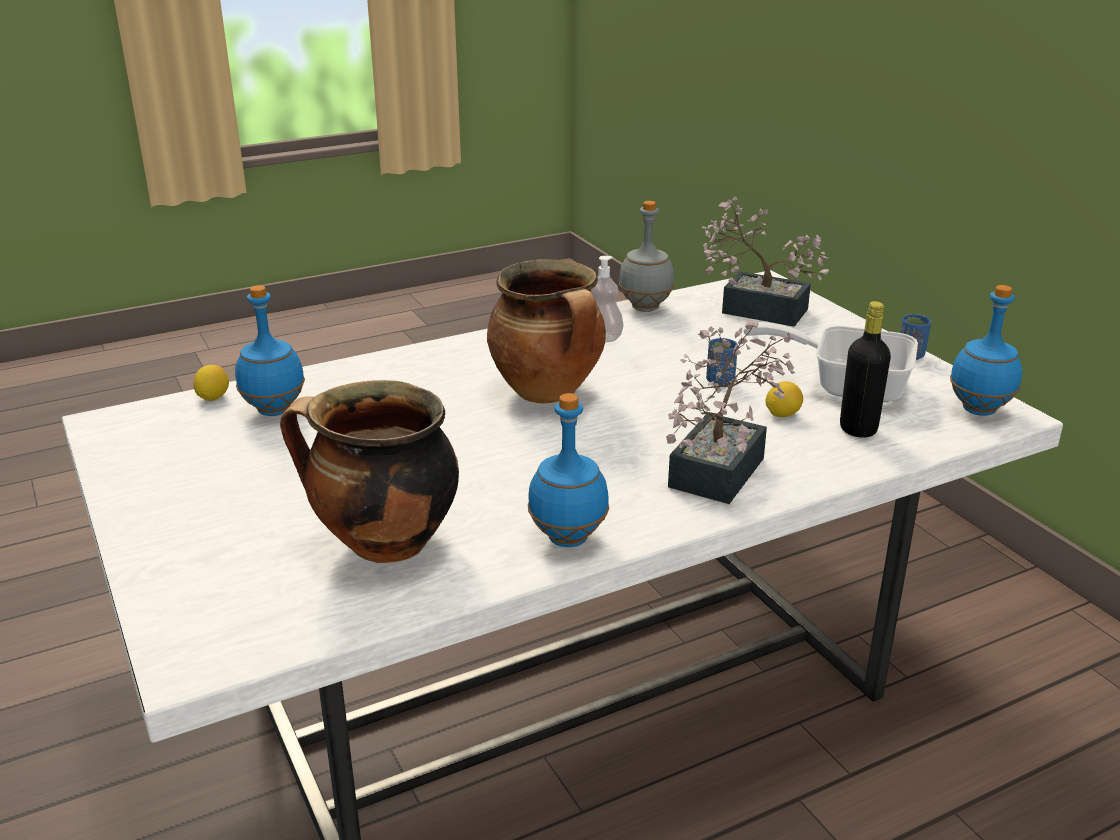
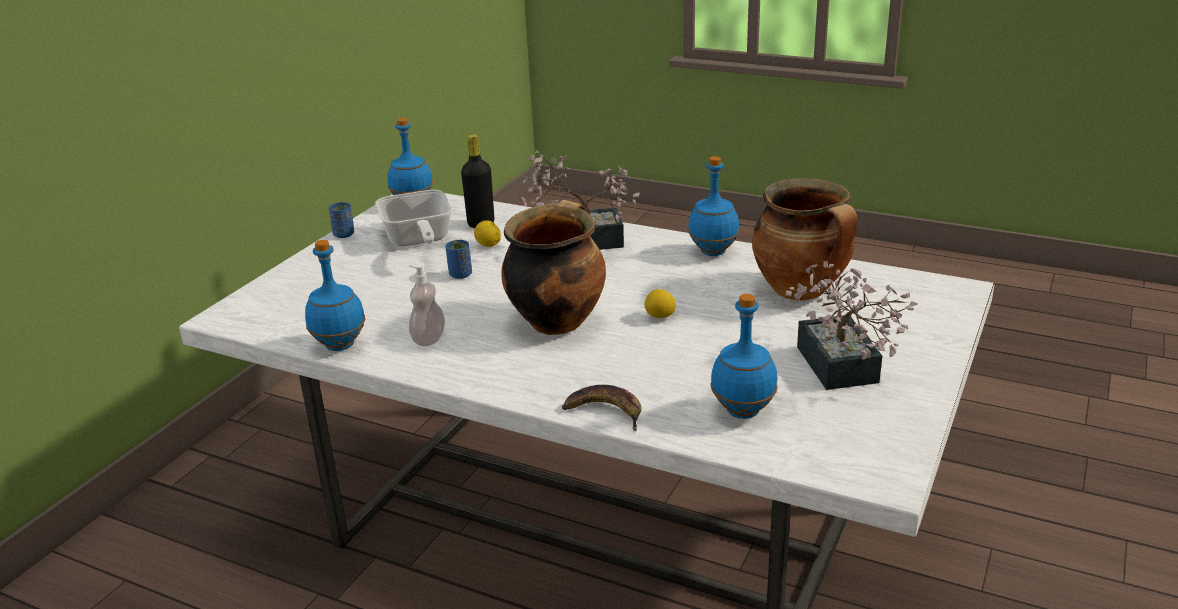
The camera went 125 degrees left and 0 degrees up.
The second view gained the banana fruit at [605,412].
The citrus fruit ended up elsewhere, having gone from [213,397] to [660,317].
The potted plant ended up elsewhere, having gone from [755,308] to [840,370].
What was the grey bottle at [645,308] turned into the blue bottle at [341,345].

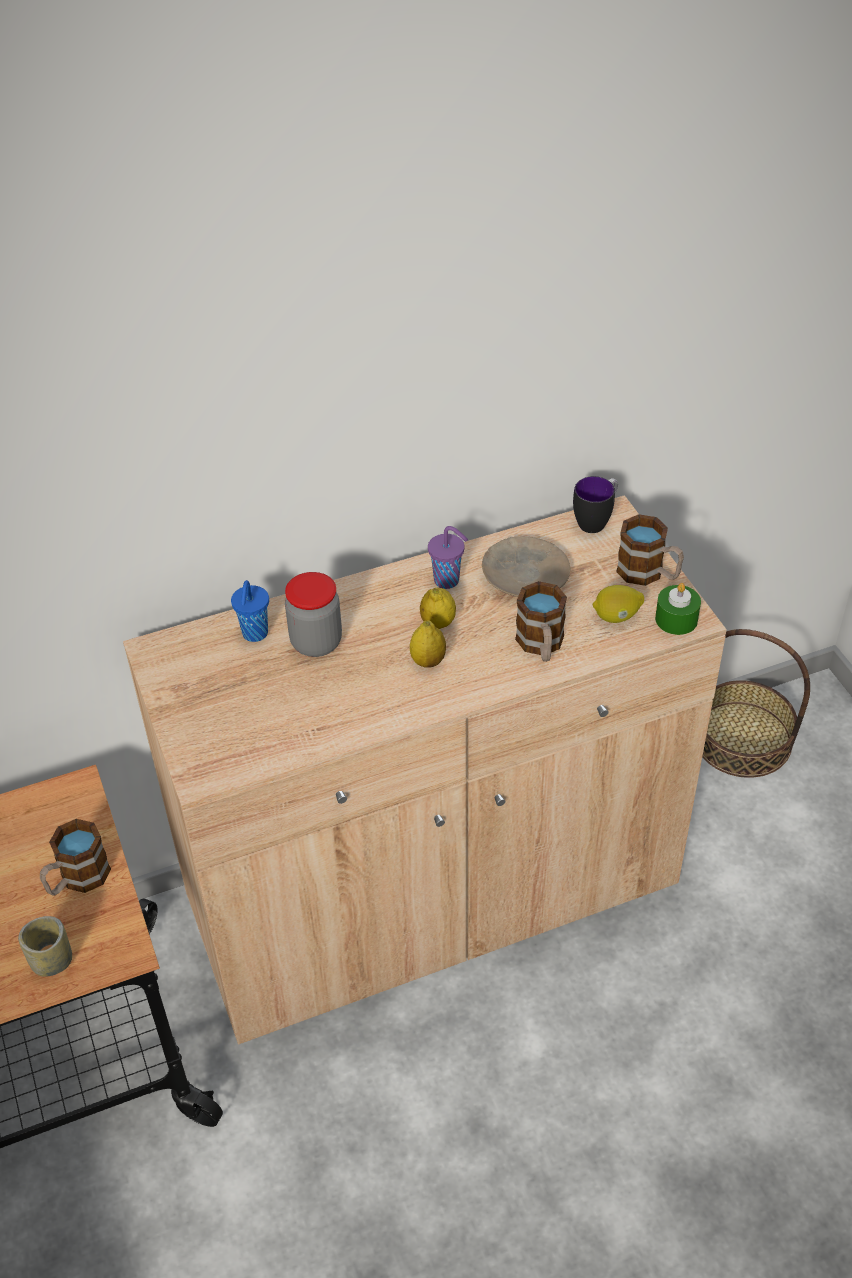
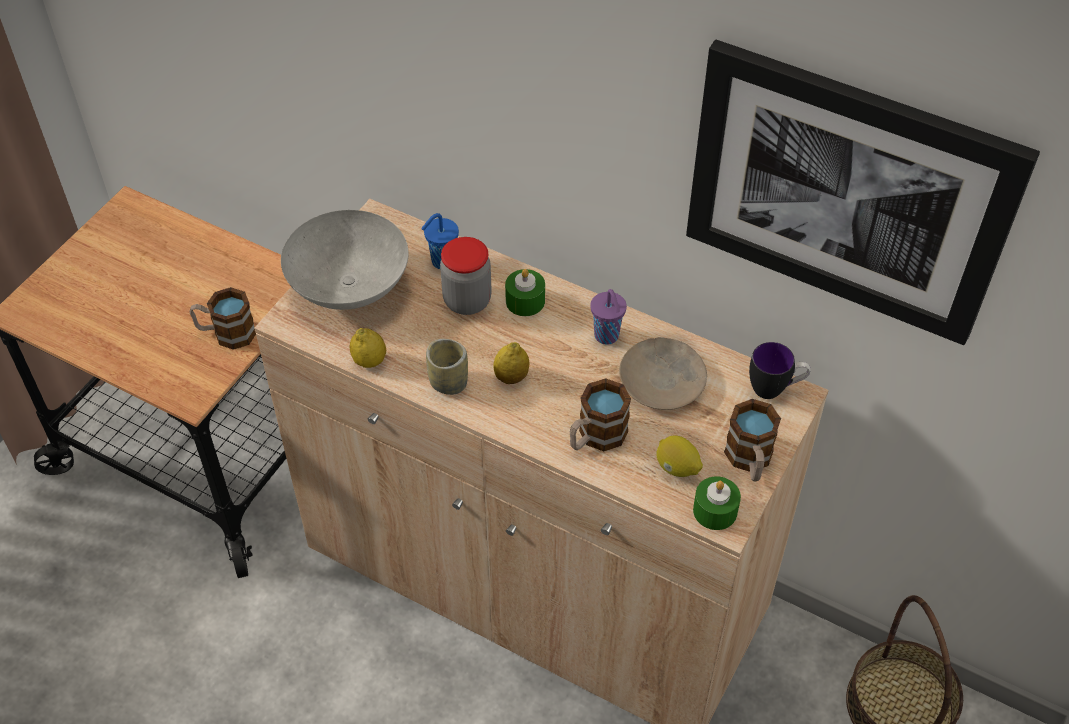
The camera went 50 degrees right and 5 degrees up.
The second view gained the grey serving bowl at [351,286].
The second view gained the greenish candle at [525,301].
The second view gained the wall art at [847,192].
The small cup ended up elsewhere, having gone from [52,961] to [448,382].
The citrus fruit ended up elsewhere, having gone from [438,623] to [369,361].

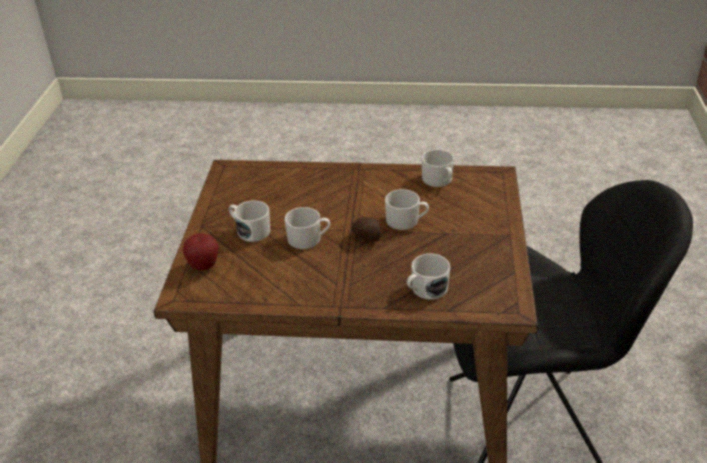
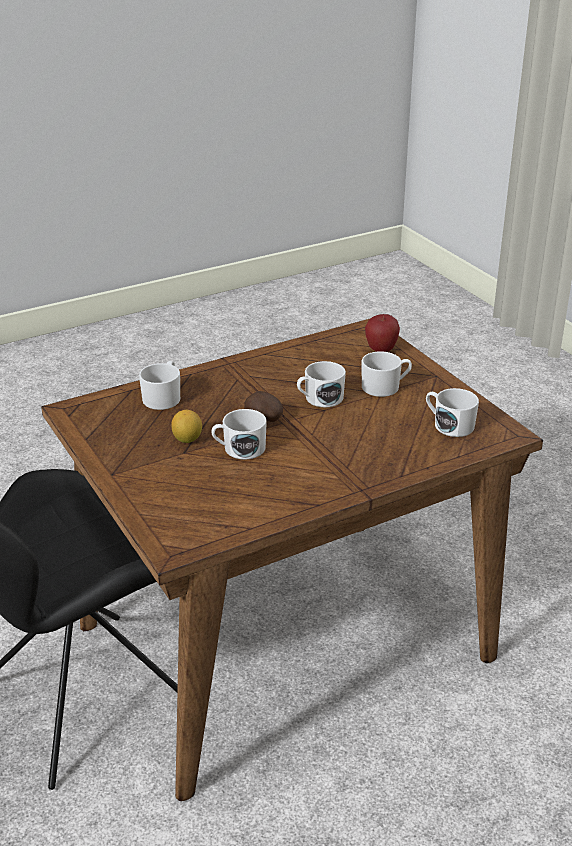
The camera went 145 degrees right and 5 degrees down.
The second view gained the citrus fruit at [187,439].
The whitish tea mug ended up elsewhere, having gone from [439,180] to [449,425].

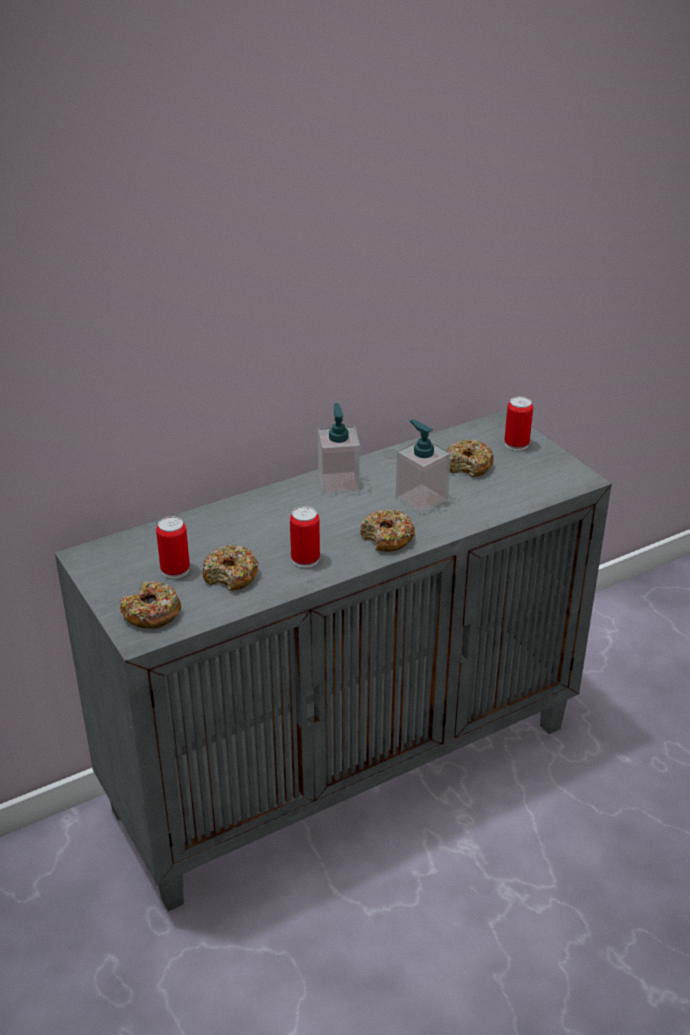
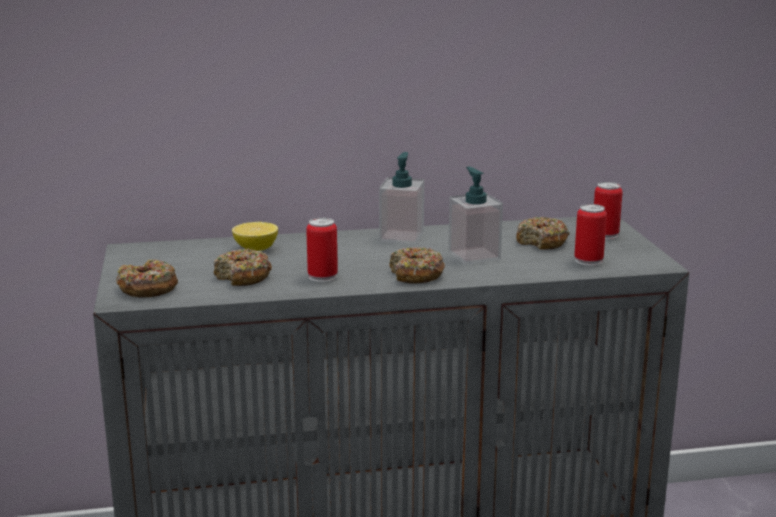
The camera went 20 degrees right and 15 degrees down.
The second view gained the citrus fruit at [256,249].
The metal can ended up elsewhere, having gone from [175,570] to [588,261].

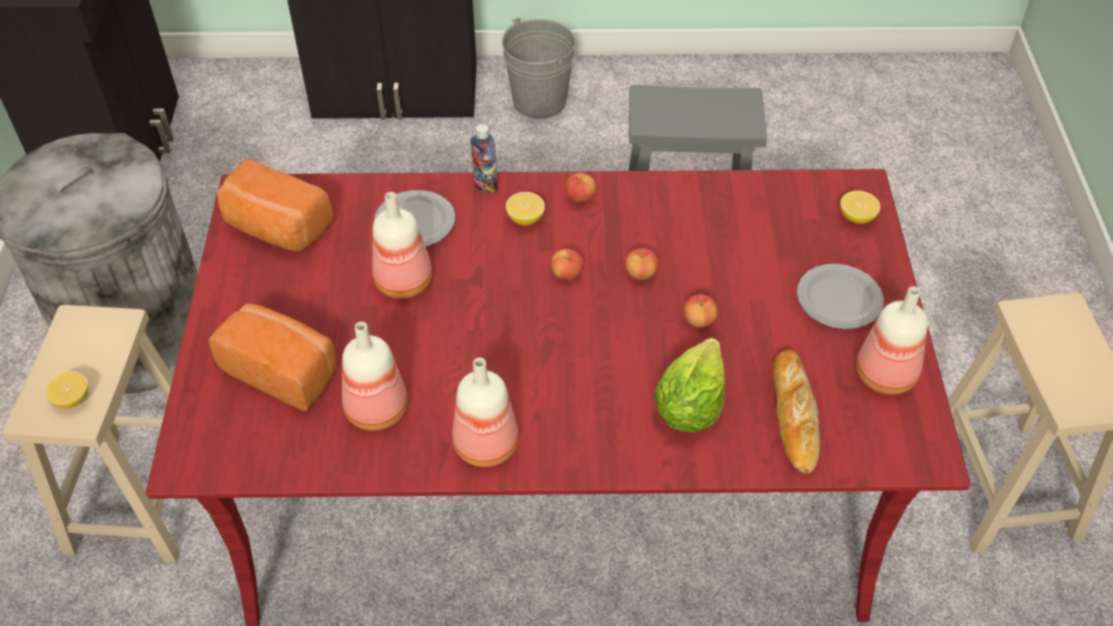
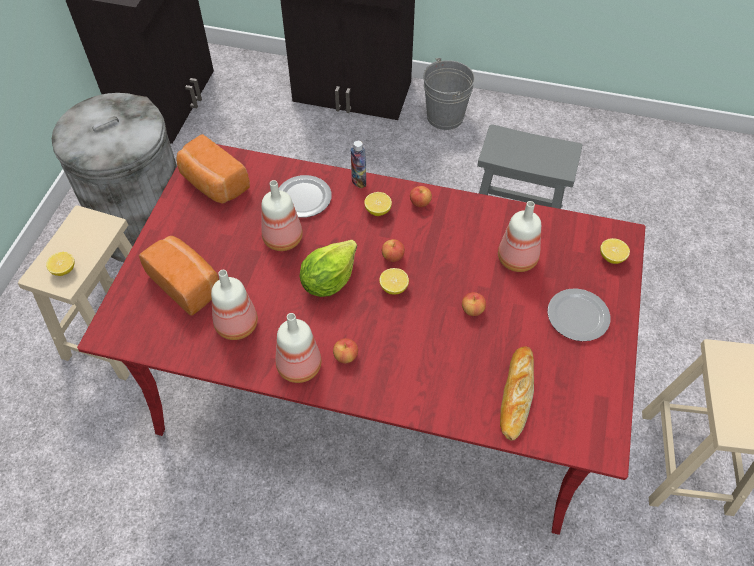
The camera went 15 degrees right and 5 degrees up.
The second view gained the citrus fruit at [393,287].
The apple fruit ended up elsewhere, having gone from [640,273] to [346,356].
The head of lettuce ended up elsewhere, having gone from [689,406] to [328,280].
The bottle ended up elsewhere, having gone from [886,374] to [518,258].

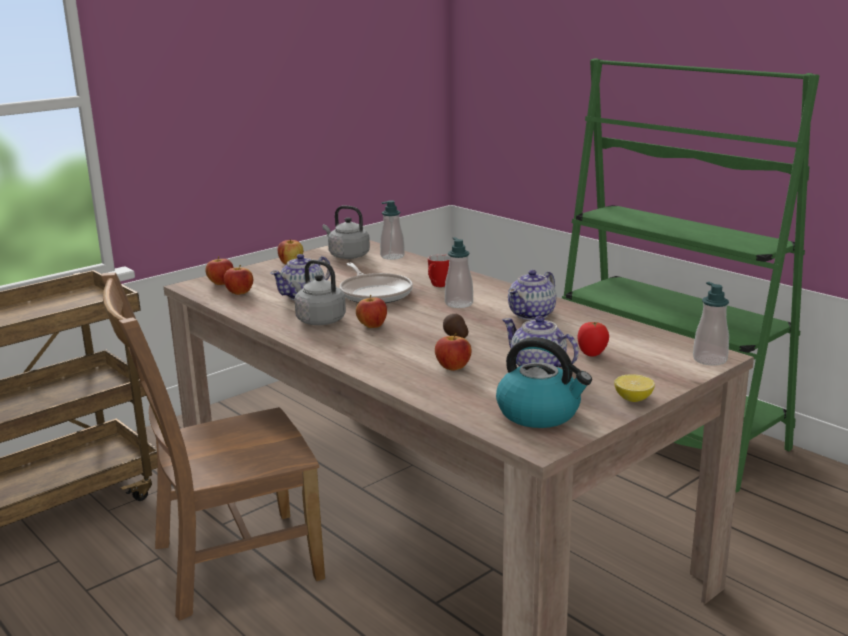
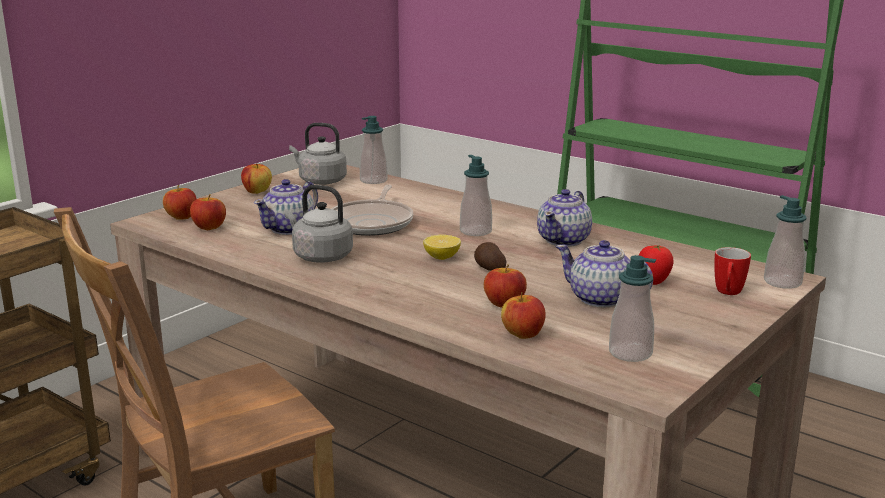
The camera went 10 degrees left and 0 degrees up.
The apple fruit ended up elsewhere, having gone from [372,326] to [523,335].
The tea mug ended up elsewhere, having gone from [437,286] to [728,293].
The citrus fruit ended up elsewhere, having gone from [633,399] to [442,257].
Where the water kettle stood at [540,413], the liquid soap bottle came to stand at [630,353].
The skillet at [375,293] ended up facing another way, 45 degrees clockwise from before.

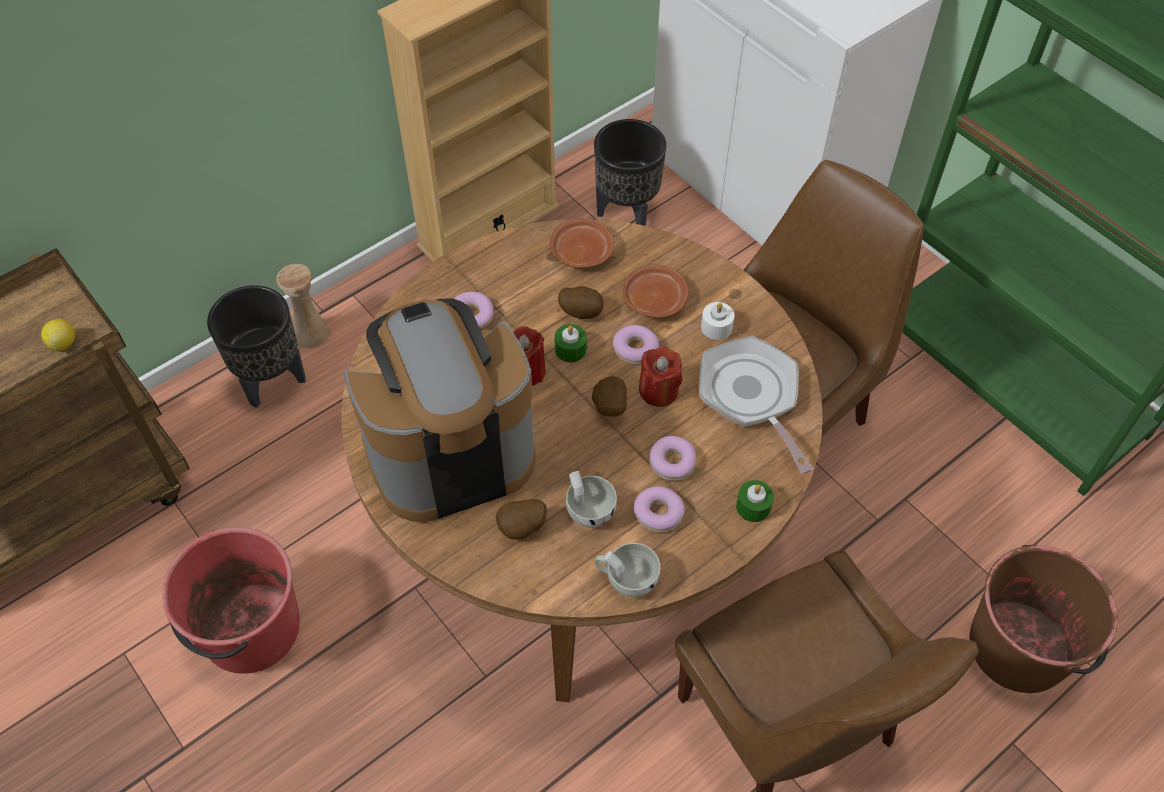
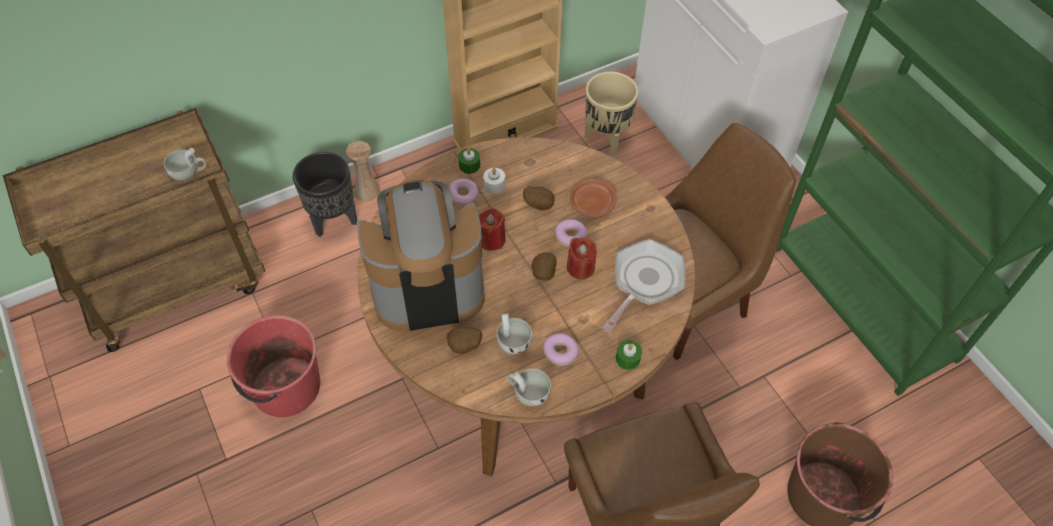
The camera went 10 degrees right and 0 degrees up.
The second view lost the brown-coloured dinner plate at [581,251].
The second view lost the donut at [672,462].
The greenish candle ended up elsewhere, having gone from [570,349] to [469,165].
The whitish candle ended up elsewhere, having gone from [716,327] to [494,185].
Where the citrus fruit stood at [63,343], the whitish small cup came to stand at [189,172].
What was the blackish flower pot at [627,215] turned into the beige flower pot at [606,140].
The skillet at [751,396] ended up facing another way, 45 degrees clockwise from before.

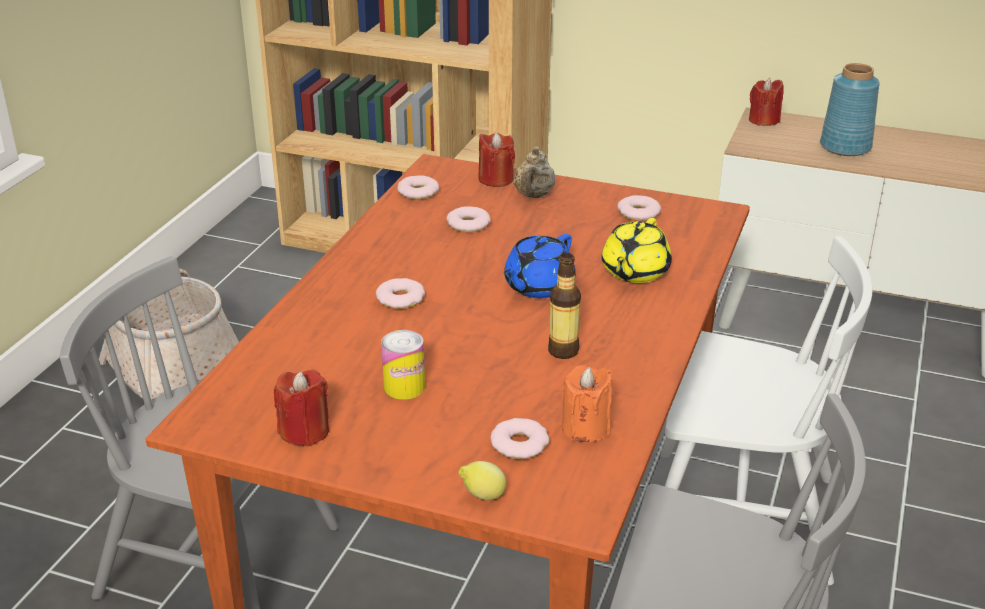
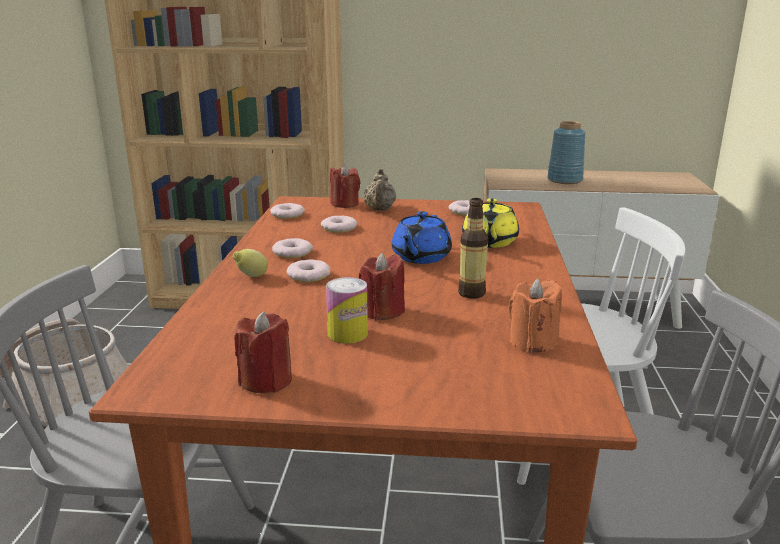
The camera went 15 degrees left and 10 degrees down.
The citrus fruit ended up elsewhere, having gone from [482,496] to [251,276].
The donut ended up elsewhere, having gone from [519,444] to [292,252].
The red candle ended up elsewhere, having gone from [763,120] to [382,311].

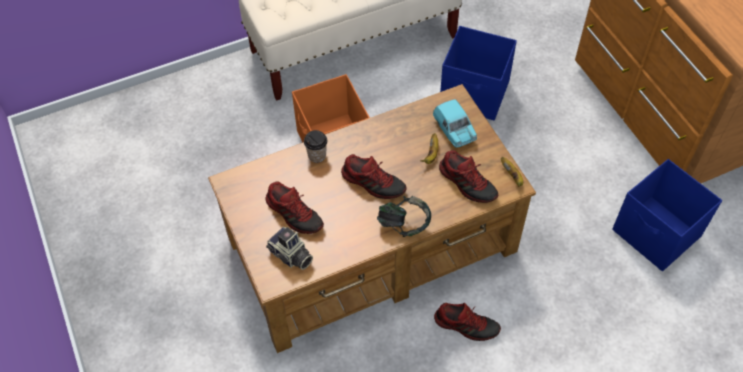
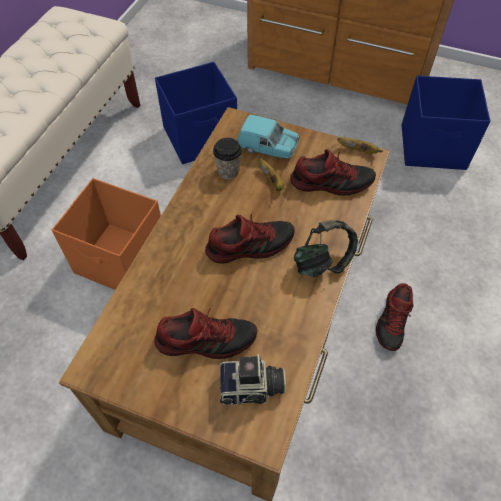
The camera went 45 degrees left and 0 degrees up.
The small cup ended up elsewhere, having gone from [317,155] to [228,171].
The item of footwear at [466,325] ended up facing another way, 135 degrees clockwise from before.

